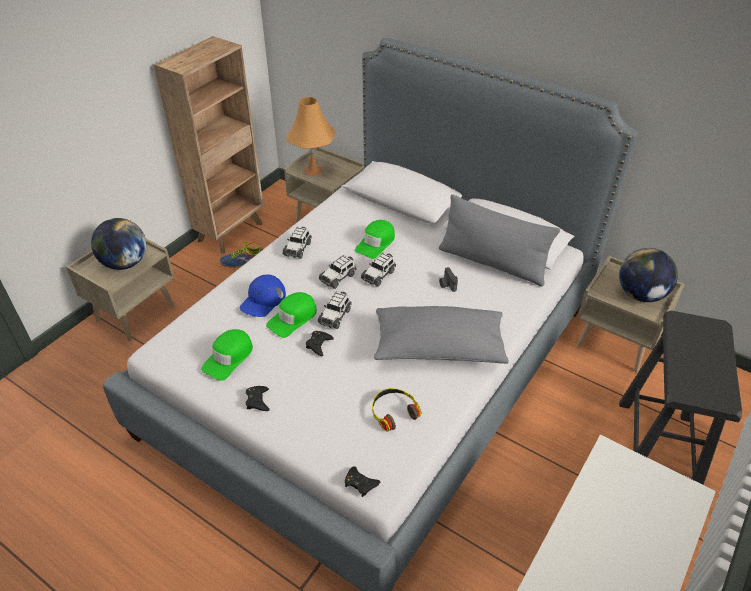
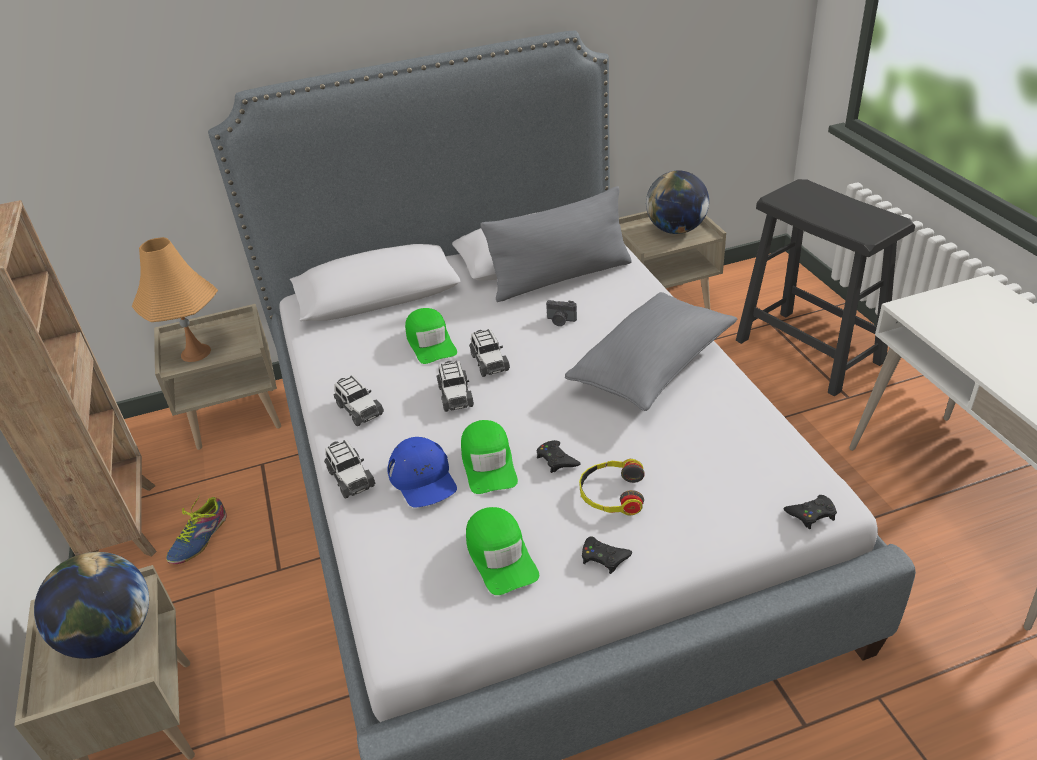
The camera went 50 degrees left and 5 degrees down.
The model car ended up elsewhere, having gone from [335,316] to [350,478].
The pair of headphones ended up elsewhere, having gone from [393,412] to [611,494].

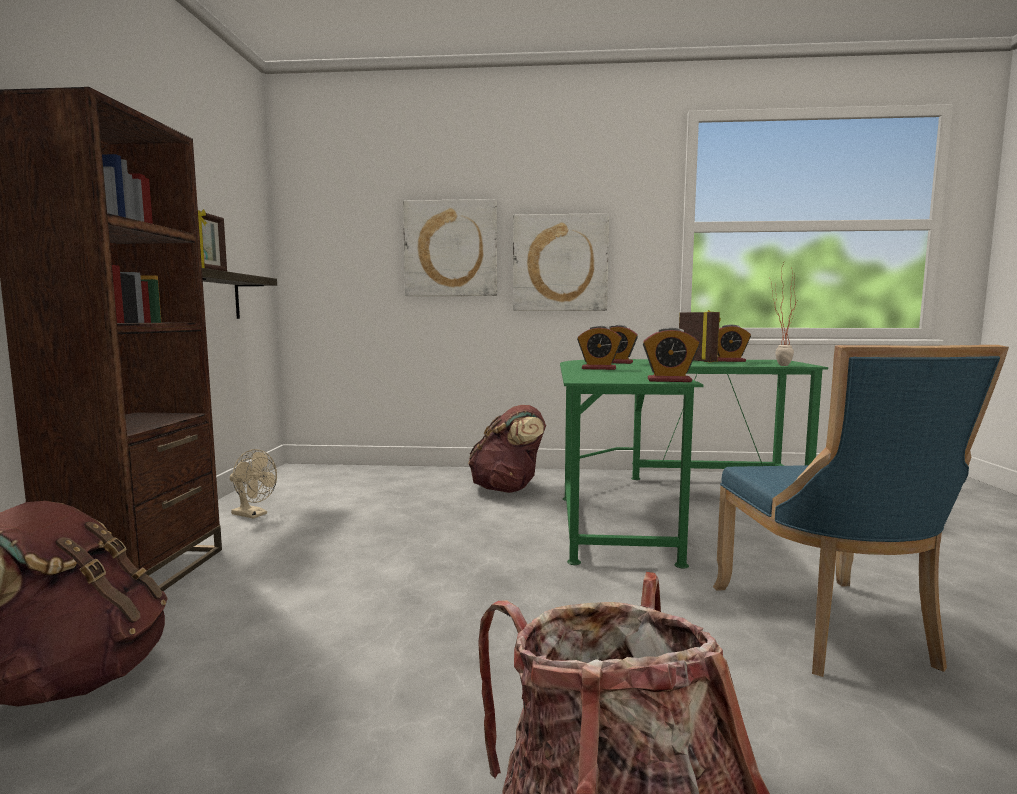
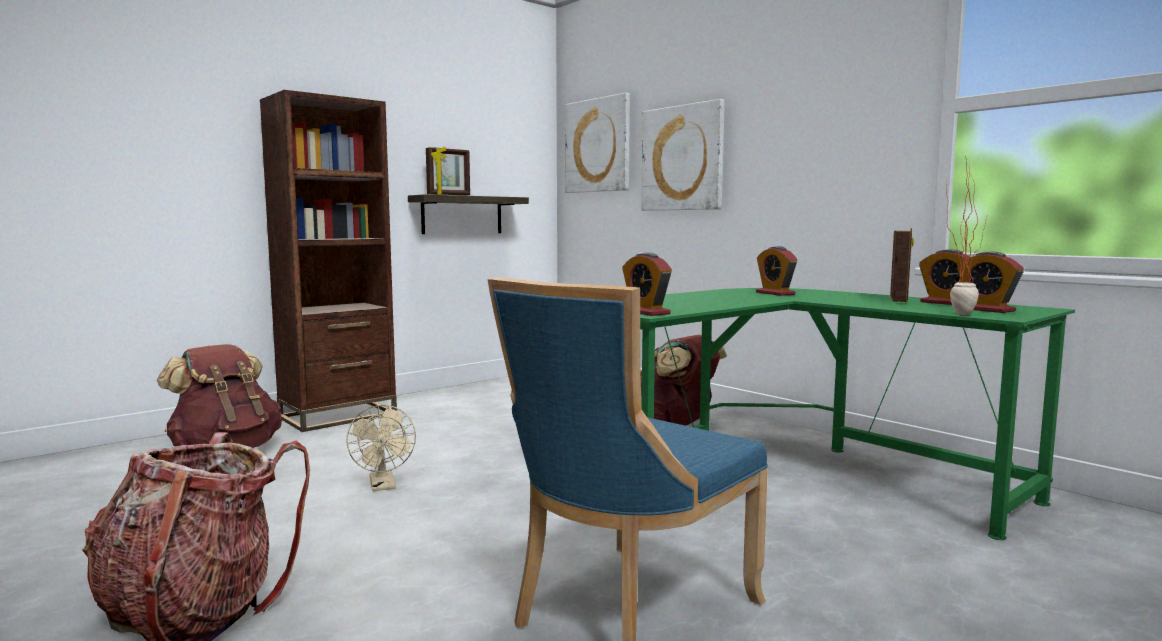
The camera went 45 degrees right and 0 degrees up.
The beige fan ended up elsewhere, having gone from [253,515] to [383,486].
The wall art ended up elsewhere, having gone from [560,263] to [598,145].
The table clock ended up elsewhere, having gone from [598,368] to [986,310].

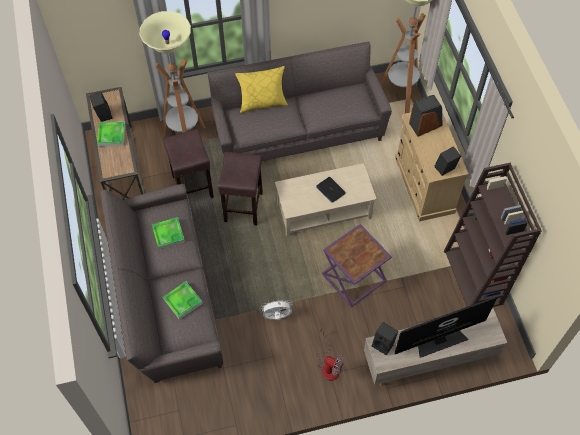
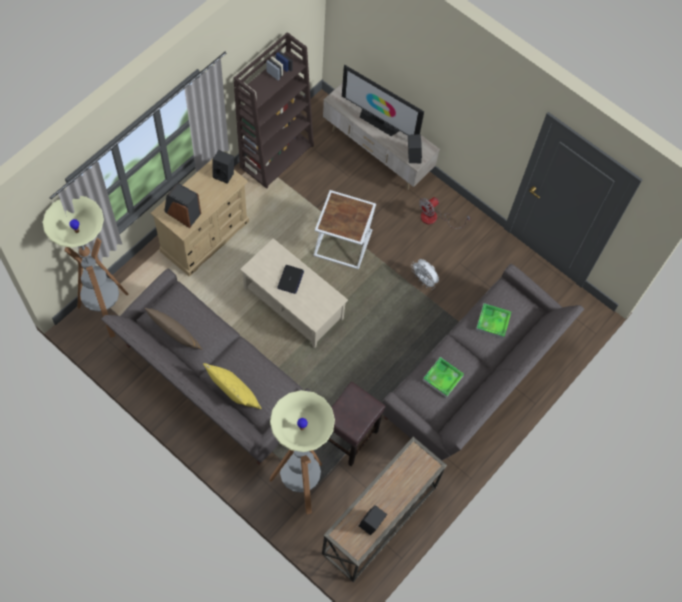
The camera went 130 degrees left and 5 degrees up.
The second view lost the serving tray at [111,135].
The second view lost the brown-coloured stool at [243,208].
The second view gained the brown-coloured cushion at [174,335].
What was the purplish side table at [353,278] turned into the whitish side table at [344,242].
The fan at [328,365] ended up facing another way, 120 degrees counterclockwise from before.

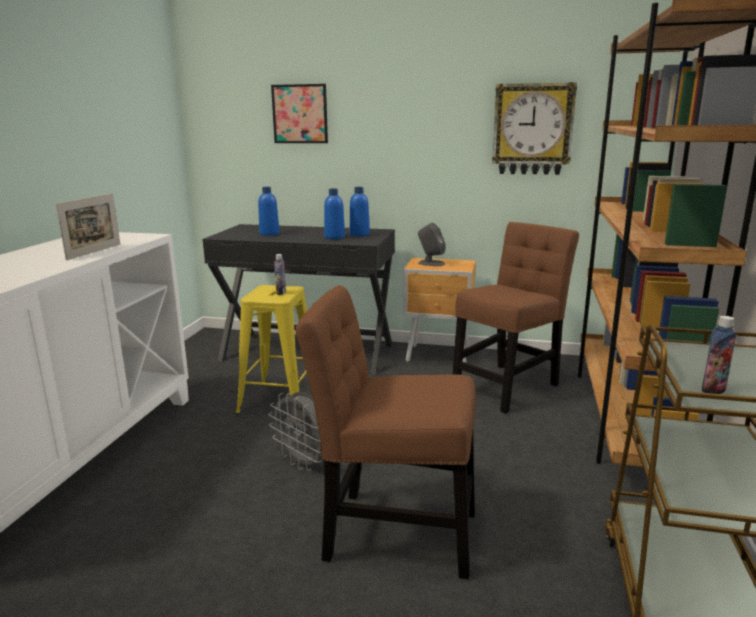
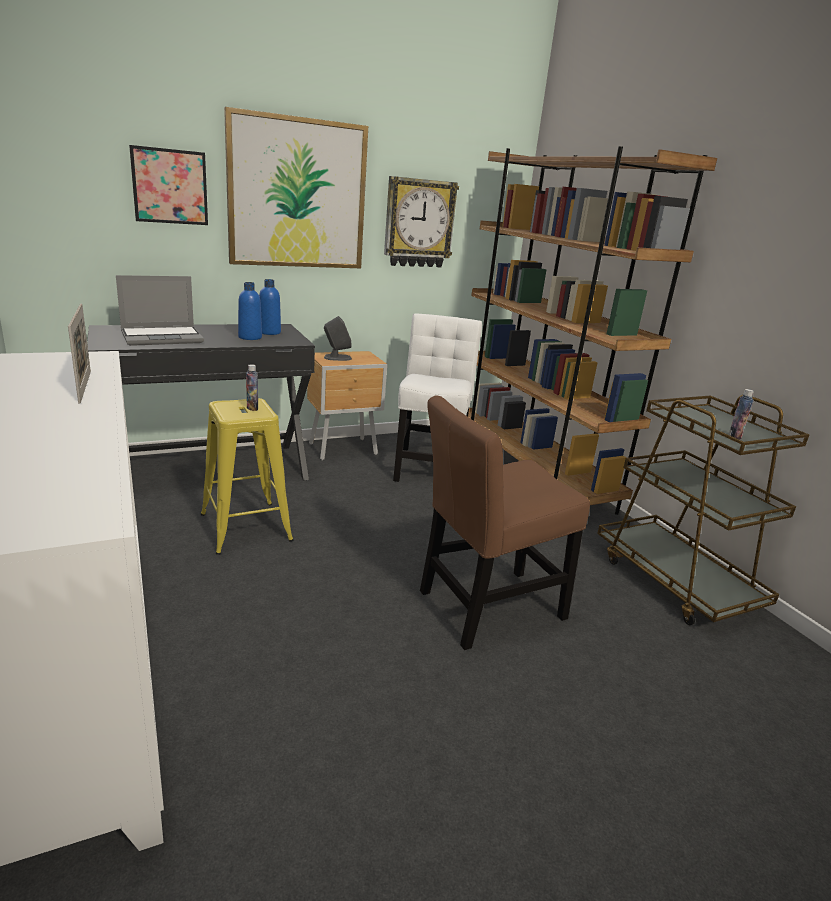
The camera went 40 degrees left and 5 degrees up.
The second view lost the grey fan at [305,463].
The second view gained the wall art at [297,194].
Where the blue bottle stood at [269,234], the portable computer came to stand at [163,337].
What was the brown-coloured plain chair at [508,386] turned into the whitish plain chair at [429,465].

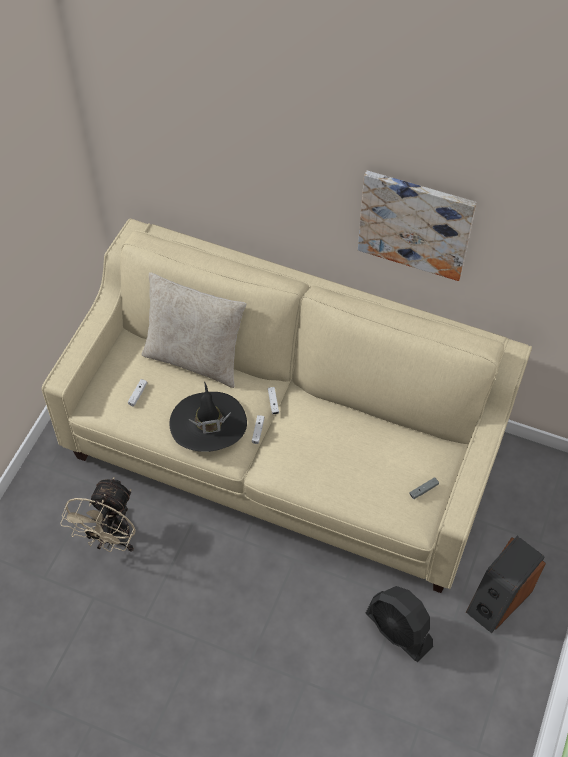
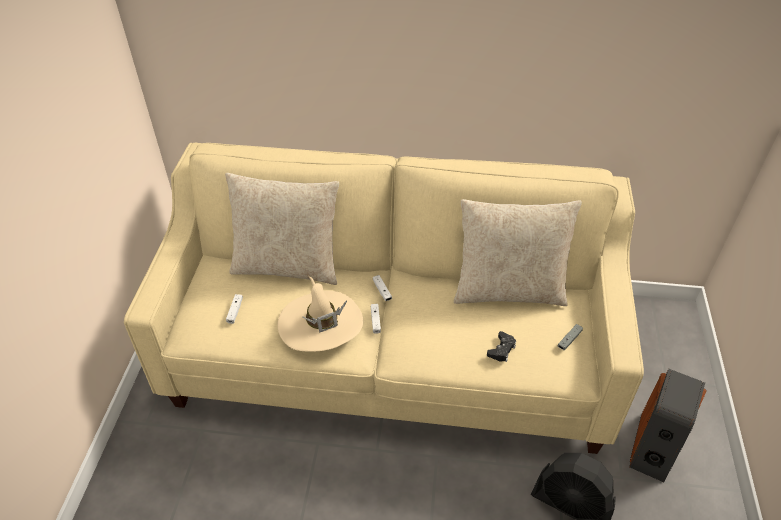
The camera went 15 degrees left and 10 degrees down.
The second view lost the beige fan at [111,539].
The second view lost the wall art at [415,224].
The second view gained the beige cushion at [508,290].
The second view gained the blackish gamepad at [501,349].
What was the blackish wearable hat at [208,424] turned into the beige wearable hat at [321,324].

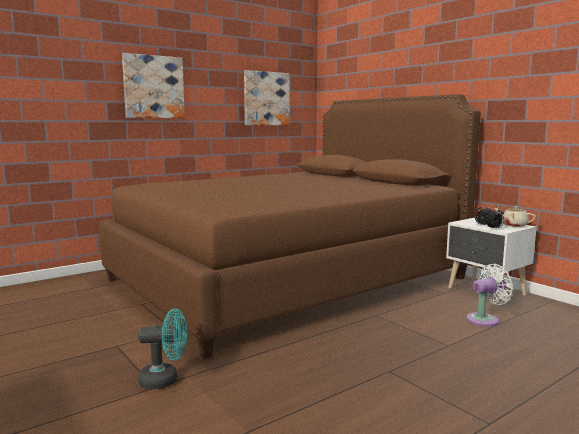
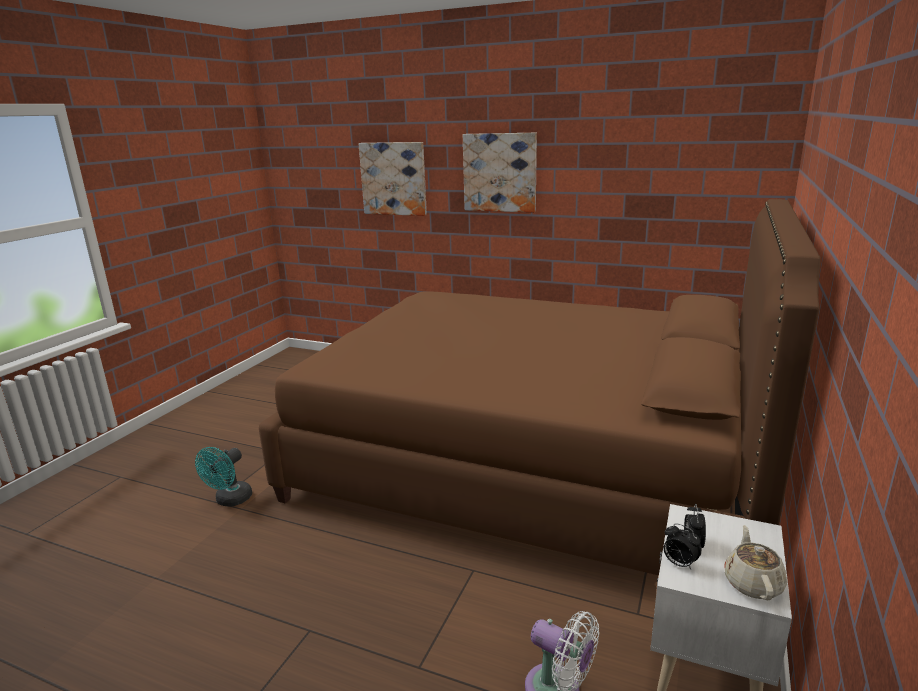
The camera went 60 degrees right and 10 degrees up.
The wall art ended up elsewhere, having gone from [266,98] to [394,178].
The blue-green fan at [165,380] ended up facing another way, 60 degrees clockwise from before.

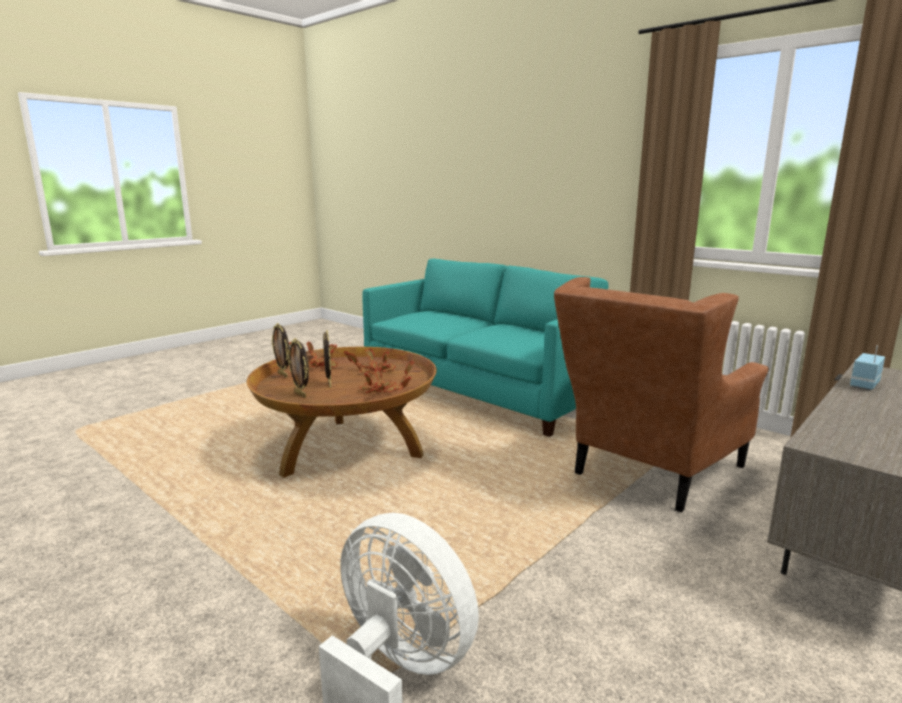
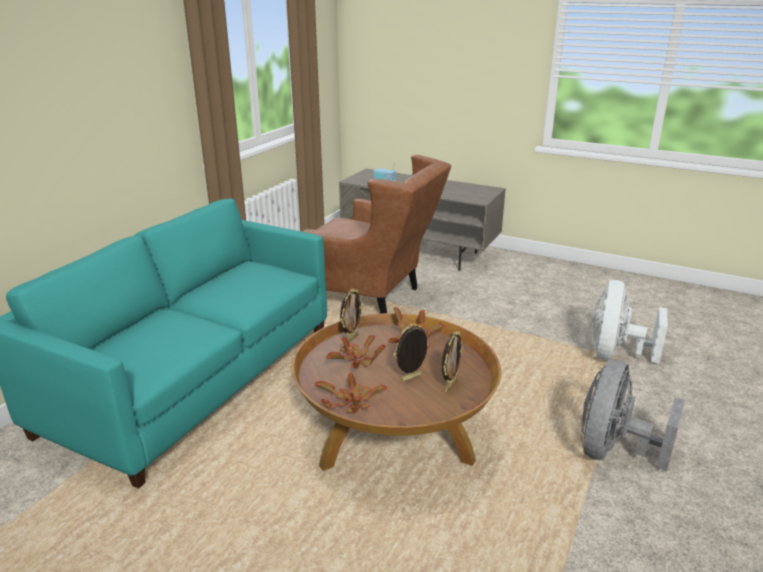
The camera went 105 degrees left and 10 degrees up.
The second view gained the grey fan at [613,451].
The photo frame ended up elsewhere, having gone from [283,375] to [351,339].

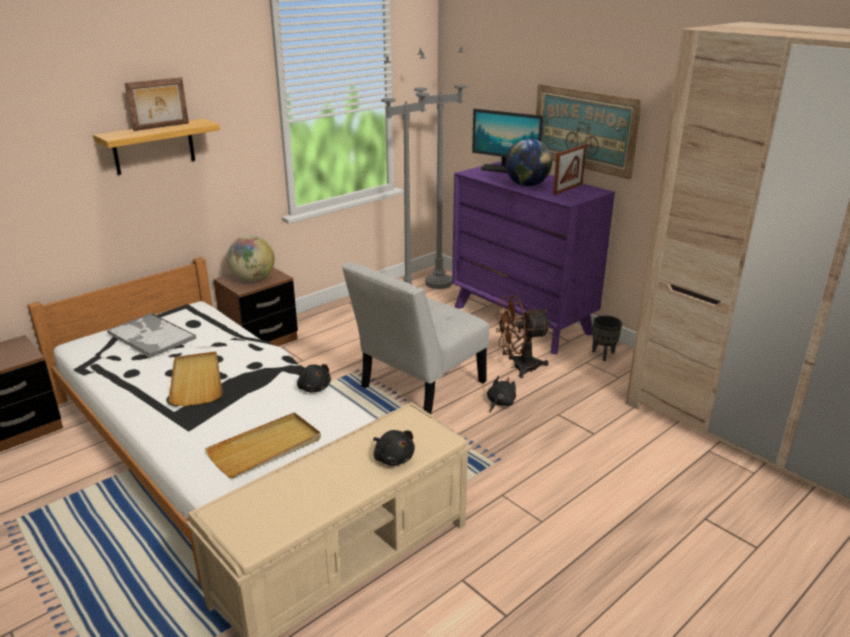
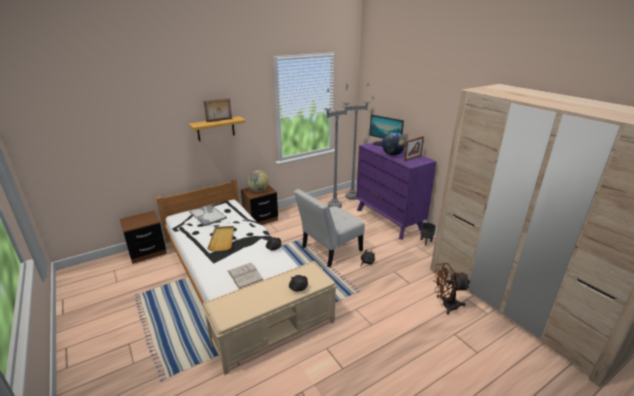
The camera went 10 degrees right and 0 degrees up.
The second view lost the wall art at [584,129].
The brown-coloured fan ended up elsewhere, having gone from [518,367] to [446,305].
Where the beige serving tray stood at [266,448], the whitish volume came to stand at [245,275].

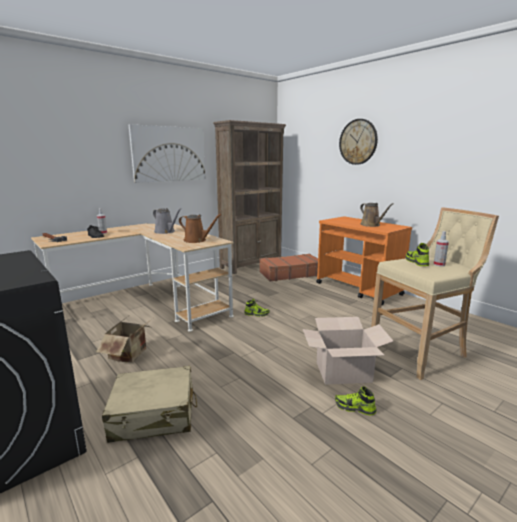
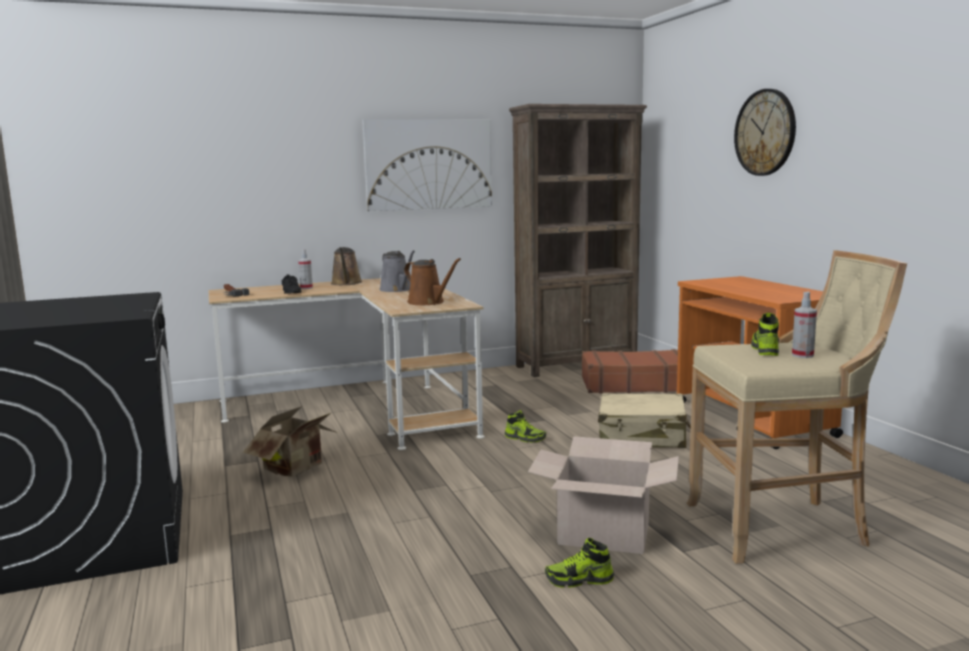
The camera went 20 degrees right and 5 degrees down.
The beige travel case ended up elsewhere, having gone from [154,415] to [642,436].
The brown-coloured watering pot ended up elsewhere, having gone from [371,225] to [346,283].
The item of footwear at [354,408] ended up facing another way, 45 degrees counterclockwise from before.

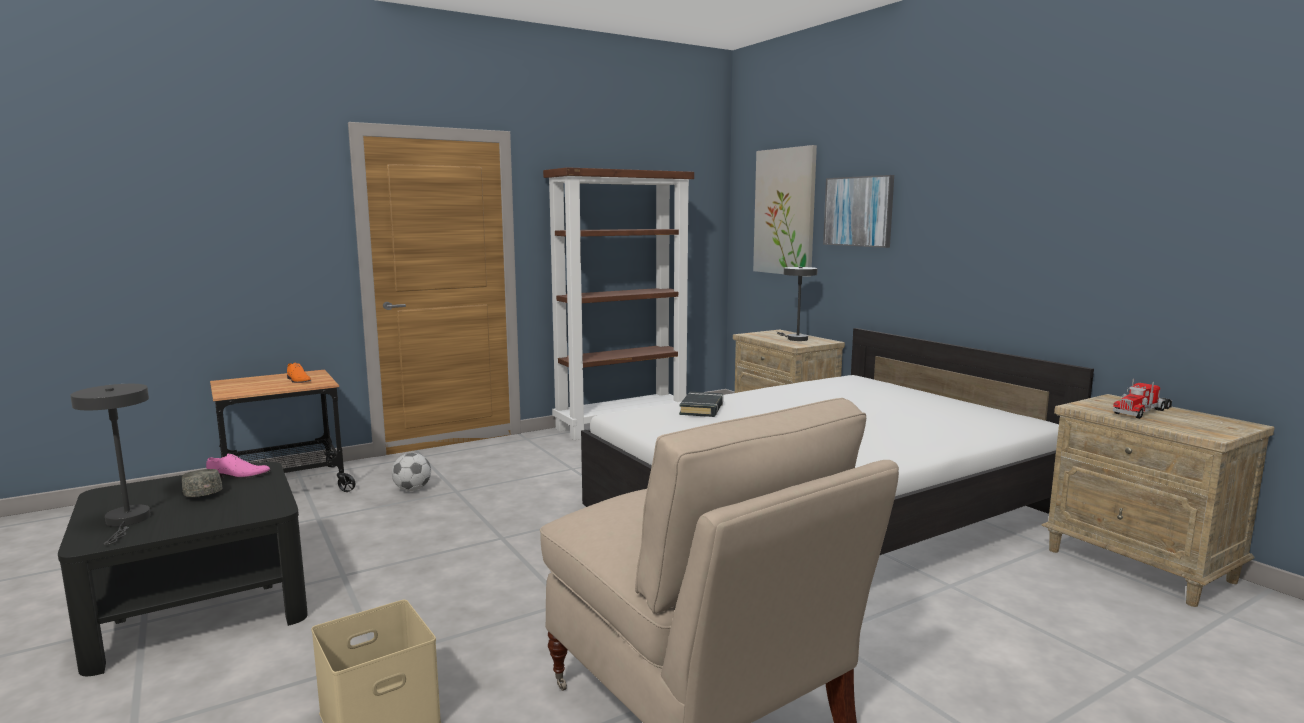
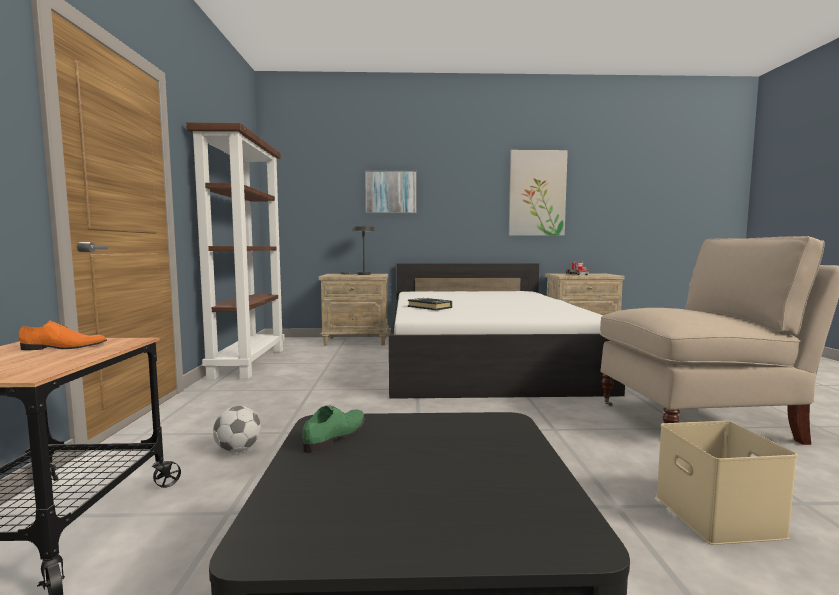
The camera went 60 degrees left and 5 degrees down.
The second view lost the grey table lamp at [127,521].
The second view lost the grey cap at [201,493].
The wall art ended up elsewhere, having gone from [785,212] to [537,193].
What was the pink-coloured item of footwear at [238,475] turned into the greenish item of footwear at [337,435].

